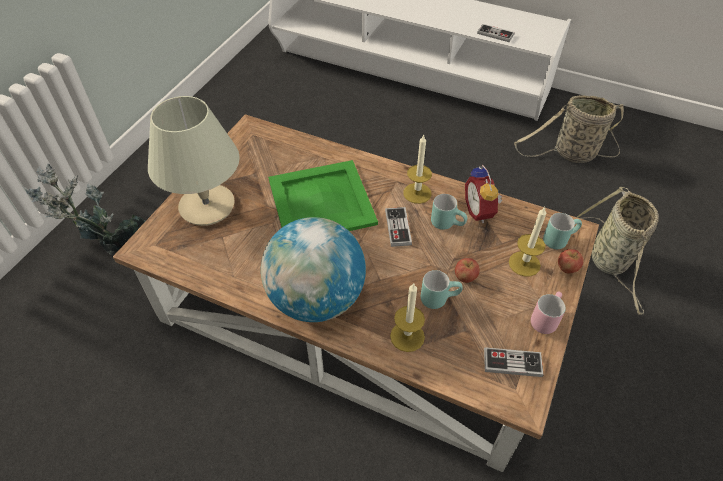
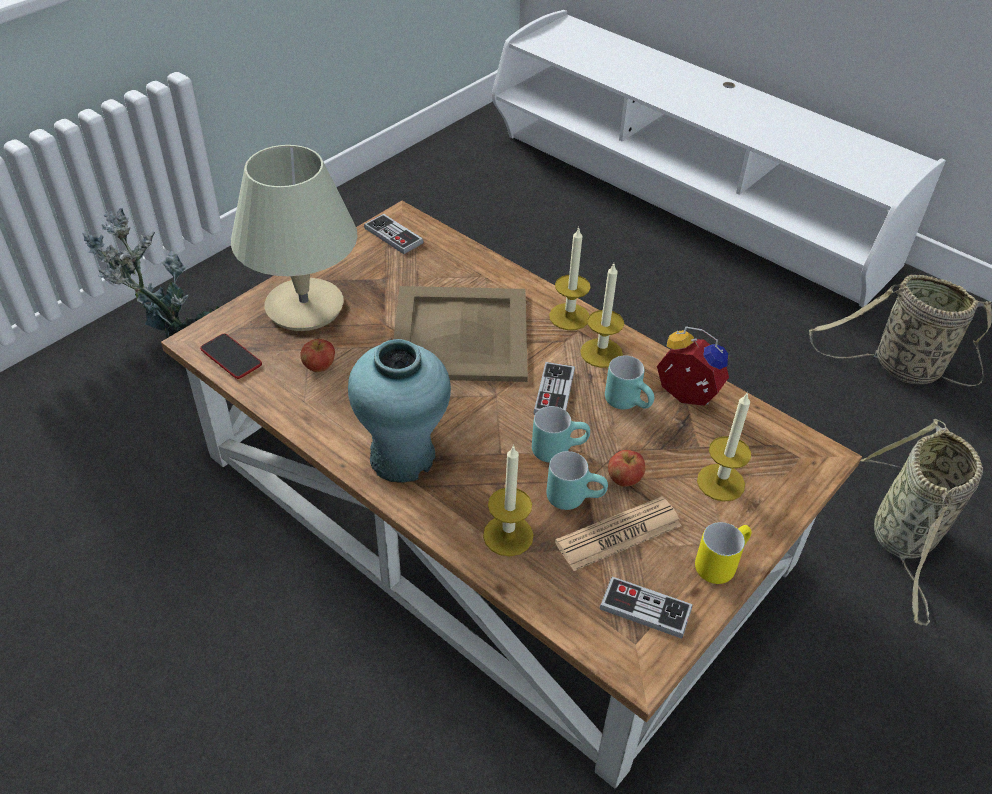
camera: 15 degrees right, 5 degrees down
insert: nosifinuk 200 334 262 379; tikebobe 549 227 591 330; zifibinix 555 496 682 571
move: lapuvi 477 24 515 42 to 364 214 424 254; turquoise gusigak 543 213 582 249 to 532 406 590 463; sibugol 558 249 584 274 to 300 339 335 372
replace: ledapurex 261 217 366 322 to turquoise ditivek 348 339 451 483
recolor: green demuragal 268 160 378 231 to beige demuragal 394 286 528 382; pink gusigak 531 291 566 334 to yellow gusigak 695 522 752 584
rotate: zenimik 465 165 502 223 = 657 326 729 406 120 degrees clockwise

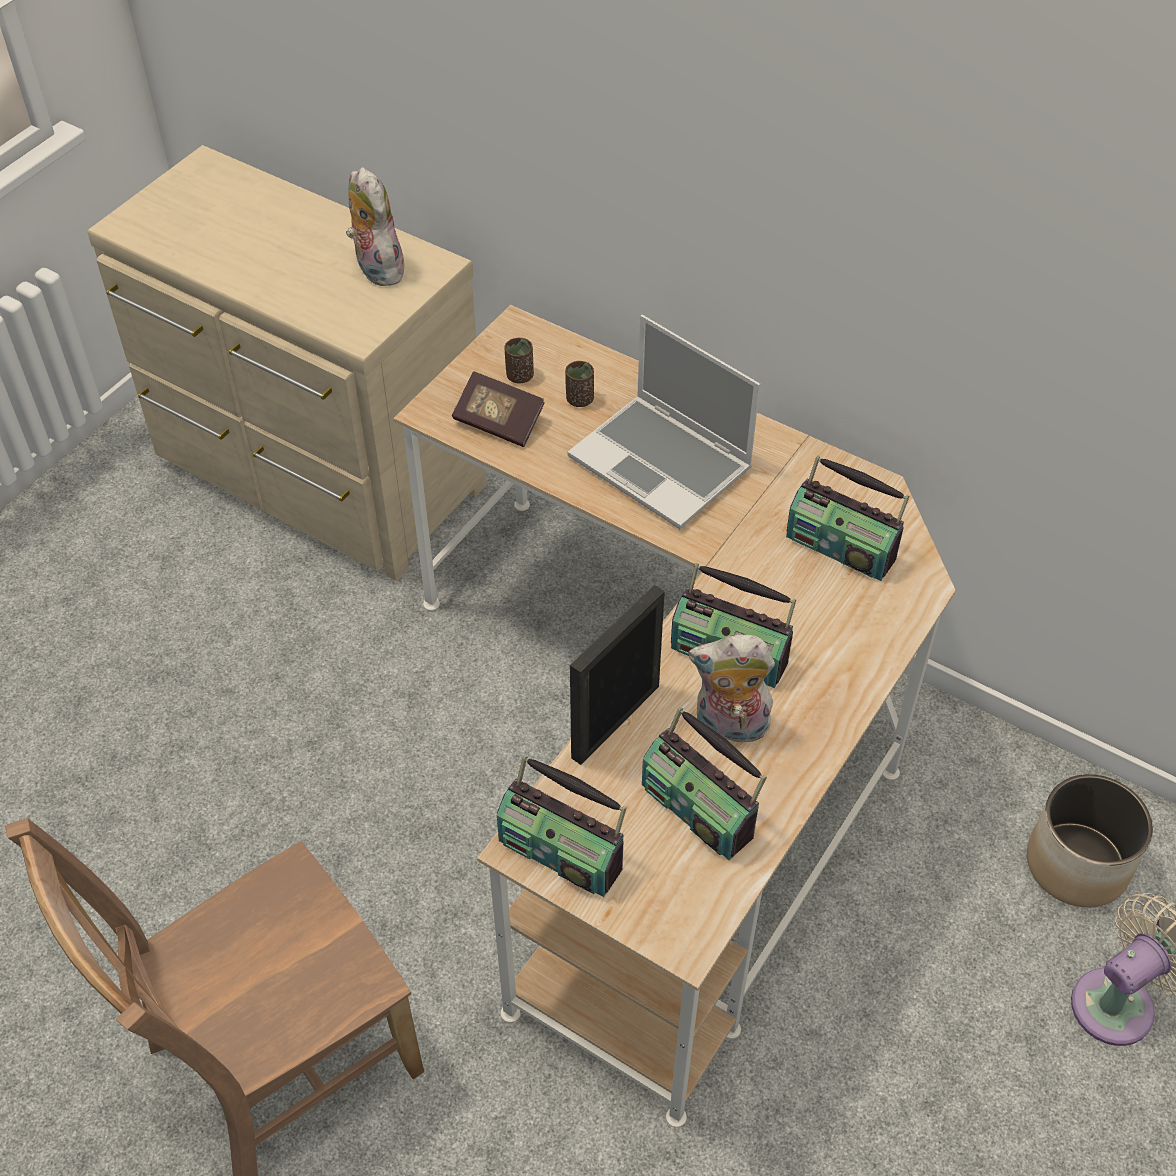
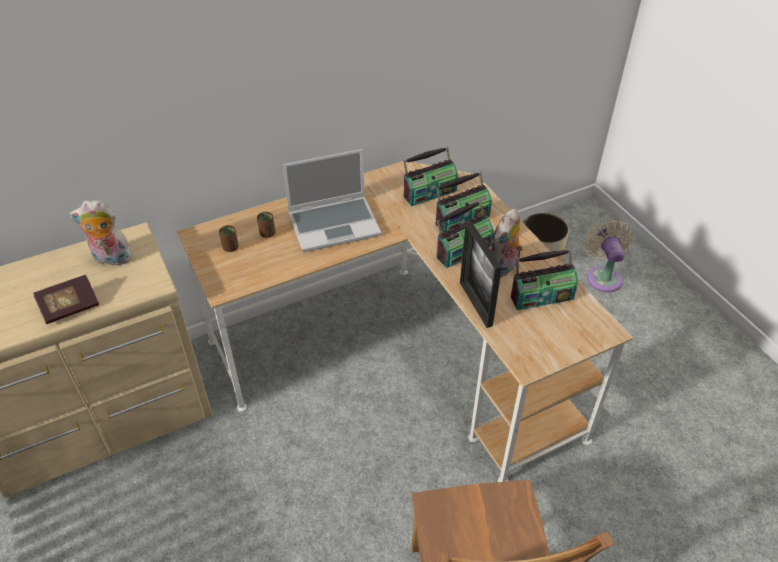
camera: 60 degrees left, 5 degrees down
move: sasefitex 452 371 545 447 to 33 275 99 324; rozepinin 497 755 627 897 to 435 172 492 233

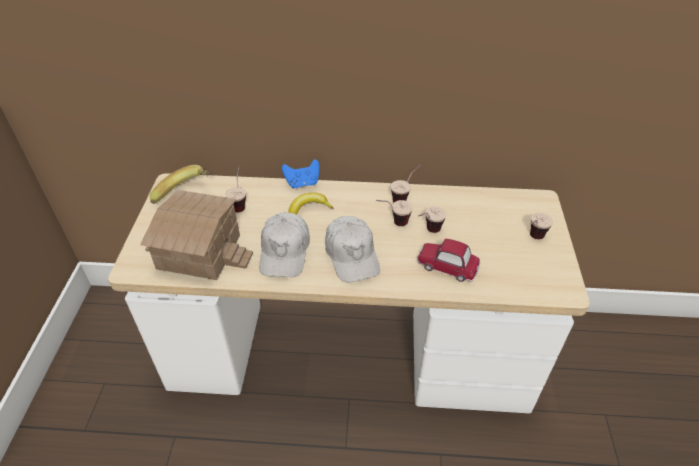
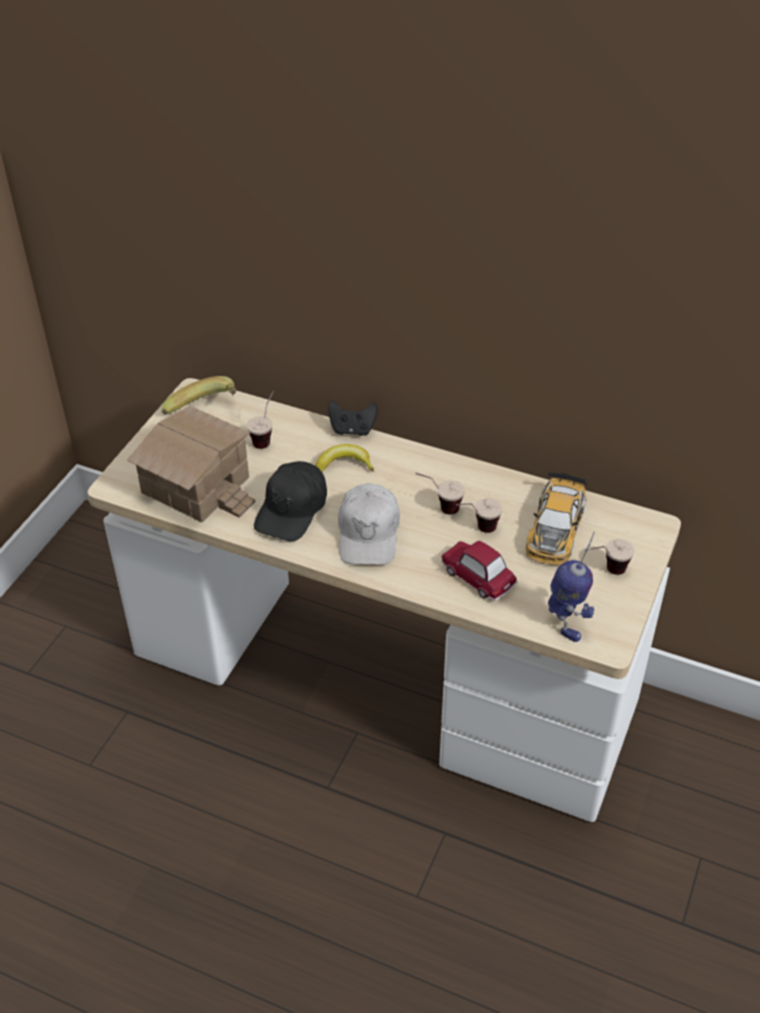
camera: 20 degrees right, 0 degrees up
delete: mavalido 391 165 421 203
insert: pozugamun 526 472 588 565; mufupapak 548 532 595 642
recolor: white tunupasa 259 212 310 277 to black tunupasa 254 461 327 541; blue lapuvi 282 159 319 189 to black lapuvi 328 400 378 436

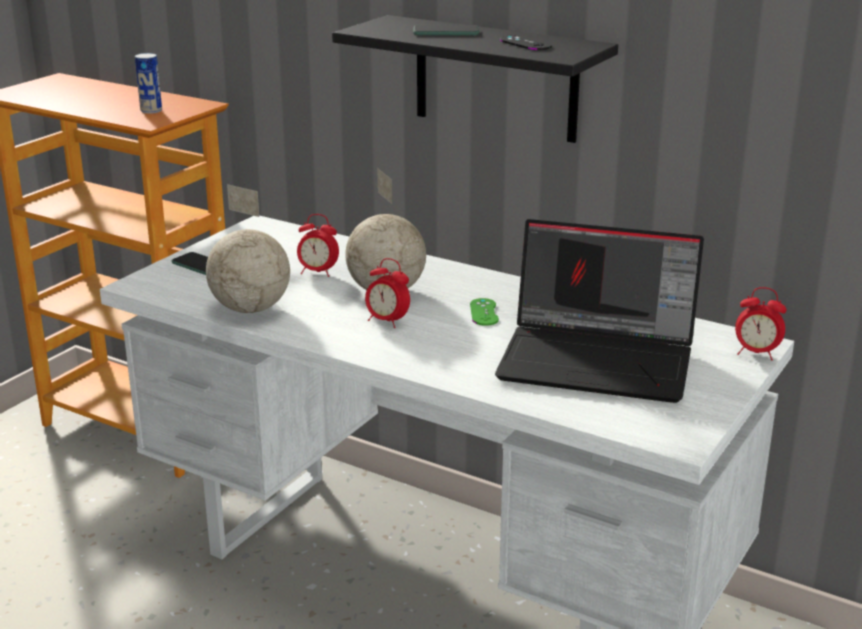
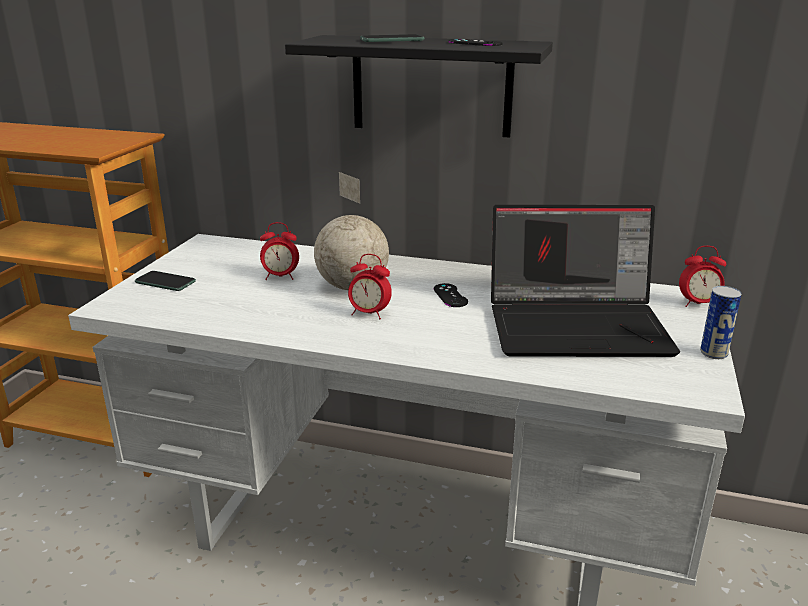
camera: 15 degrees left, 0 degrees up
delete: ledapurex 206 184 290 313
move: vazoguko 135 53 162 114 to 700 286 742 359
recolor: green lapuvi 470 298 499 326 to black lapuvi 434 283 468 307

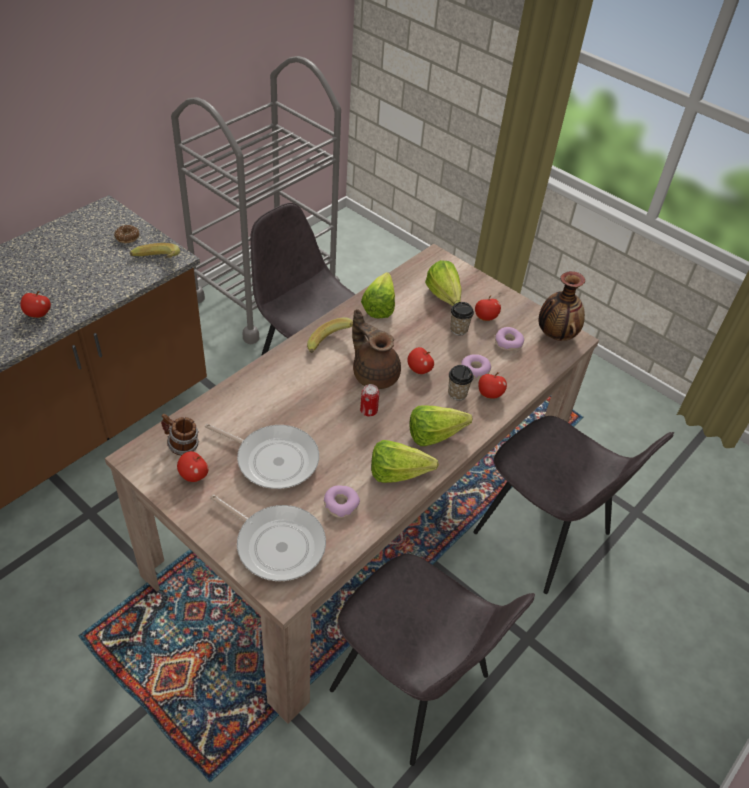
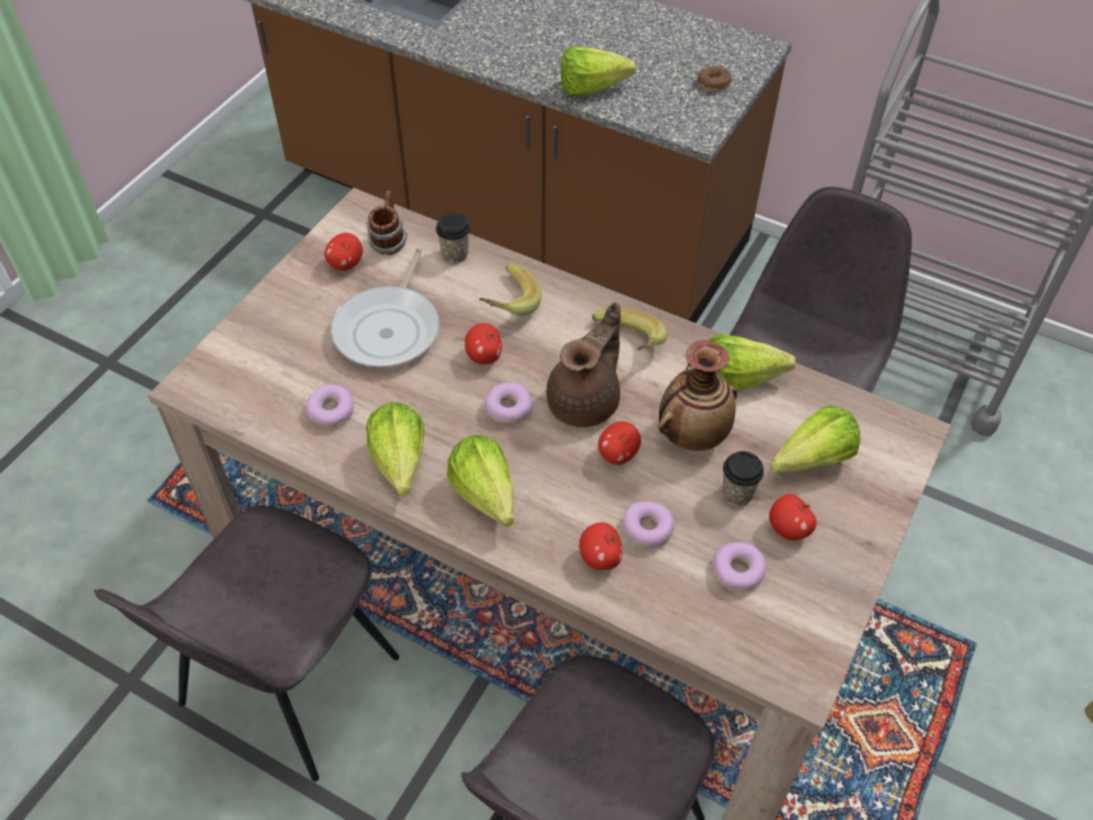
camera: 80 degrees right, 5 degrees up
delete: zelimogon 210 494 326 581
insert: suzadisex 561 46 636 97
move: sibugol 21 291 51 318 to 465 323 502 364; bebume 130 243 180 259 to 479 264 542 316; mavalido 448 365 473 400 to 436 213 470 263; ditivek 539 271 585 341 to 658 340 737 451
replace: vazoguko 360 384 379 416 to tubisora 485 382 533 424

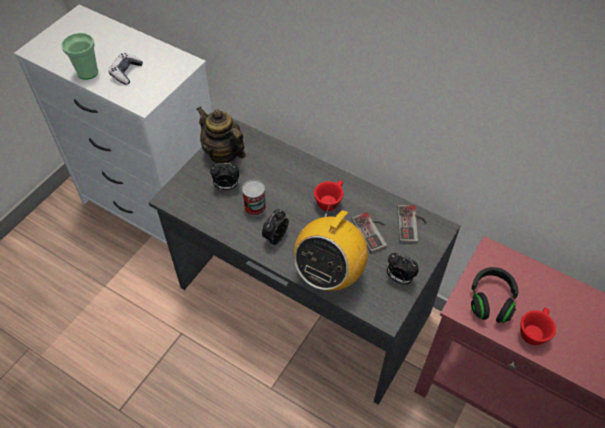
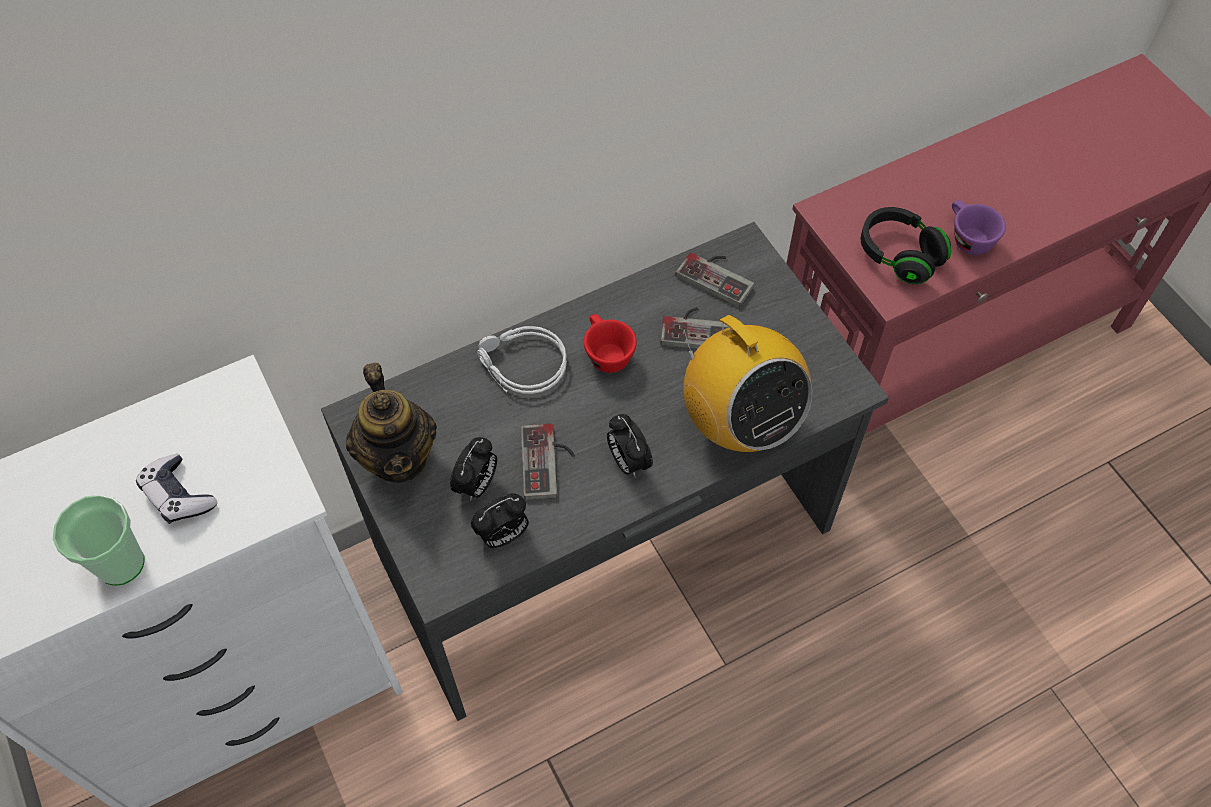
camera: 60 degrees left, 5 degrees up
insert: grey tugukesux 477 326 567 394
move: zenimik 387 253 419 284 to 471 493 529 548
replace: vazoguko 242 180 266 216 to lapuvi 521 423 575 500
recolor: red mavalido 520 307 556 345 to purple mavalido 952 200 1006 255
rotate: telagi 197 107 246 164 = 346 363 437 483 90 degrees counterclockwise

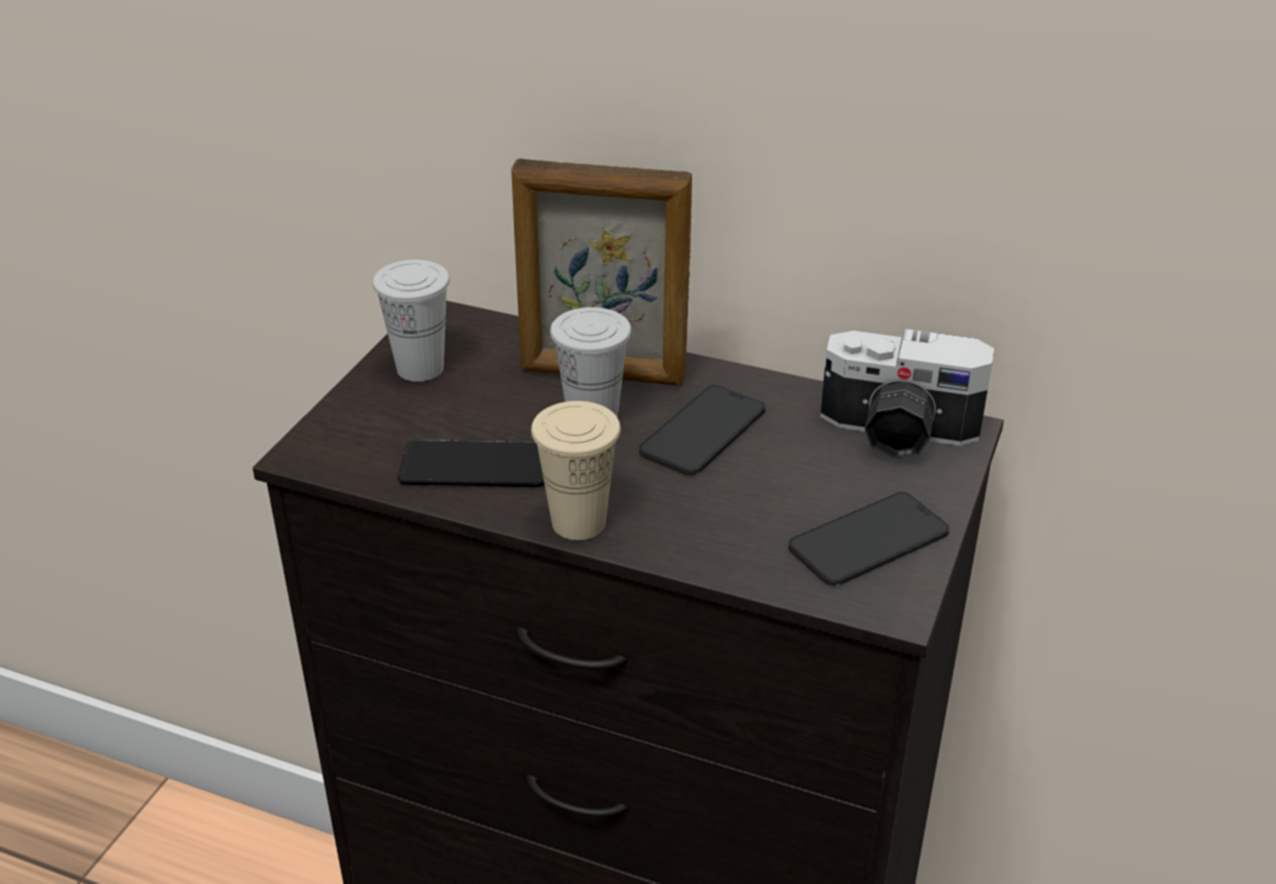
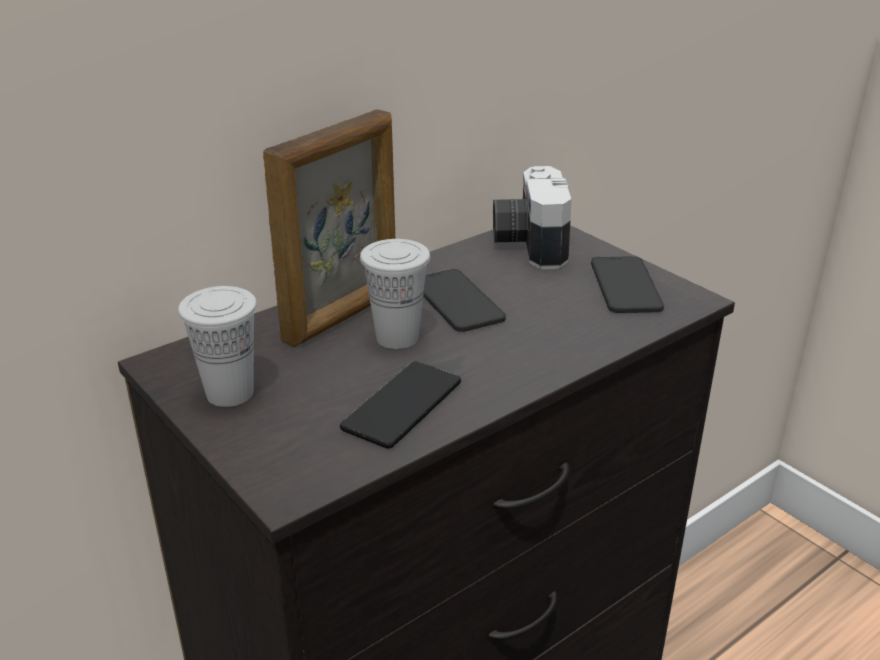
camera: 60 degrees left, 5 degrees down
delete: beige mavalido 531 401 621 540
rotate: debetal 820 329 994 460 = 493 166 572 269 135 degrees clockwise

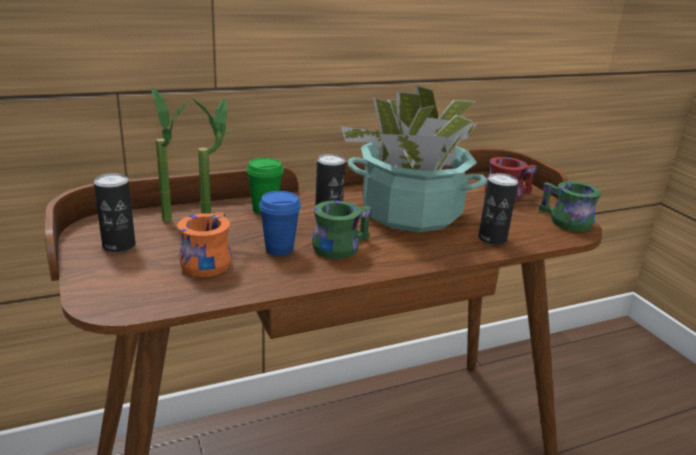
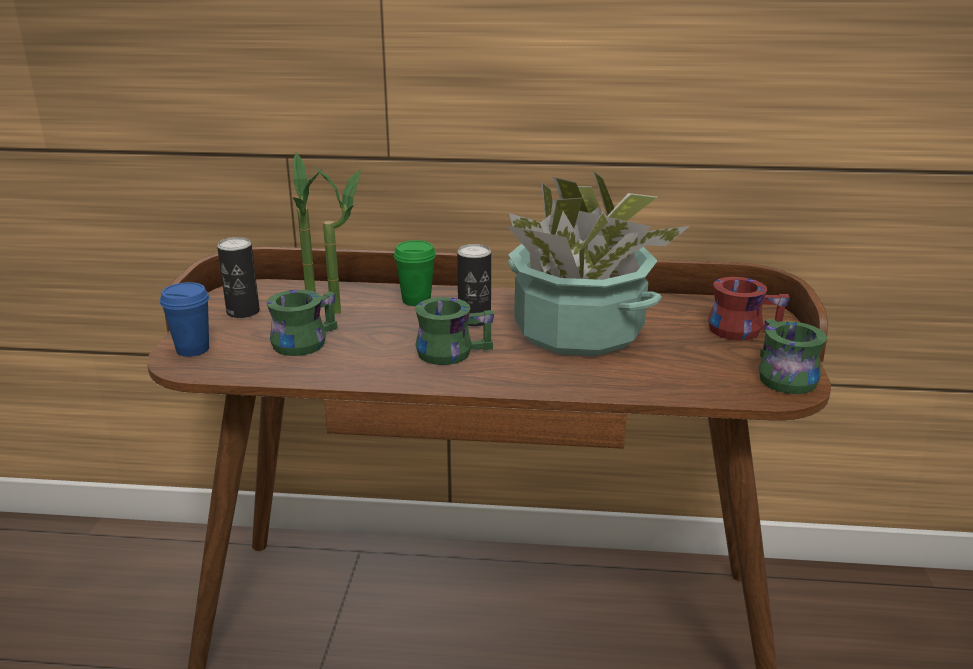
camera: 30 degrees right, 0 degrees up
delete: vazoguko 478 173 518 245
move: blue mavalido 259 191 301 256 to 160 282 209 357
recolor: orange gusigak 177 212 232 277 to green gusigak 267 290 338 356

